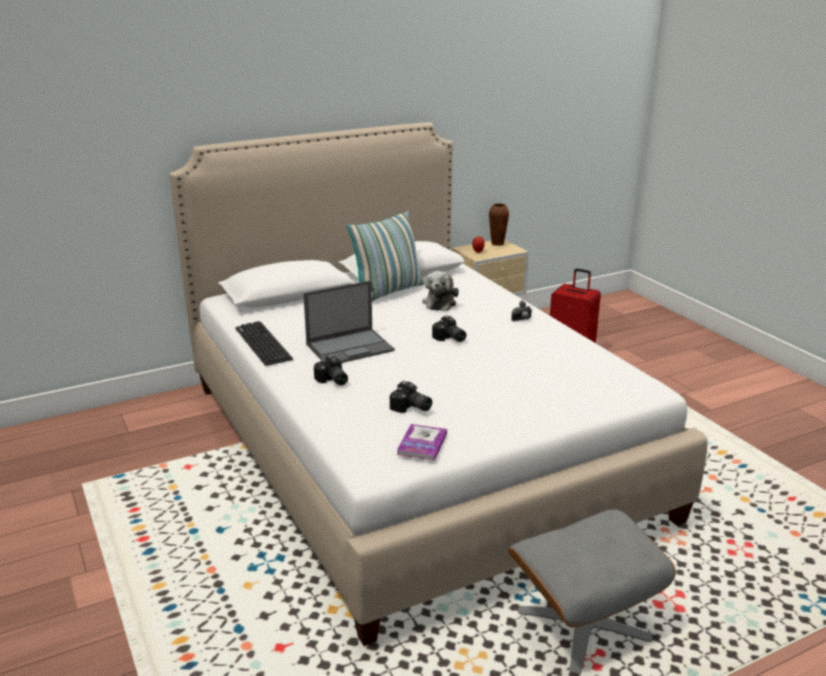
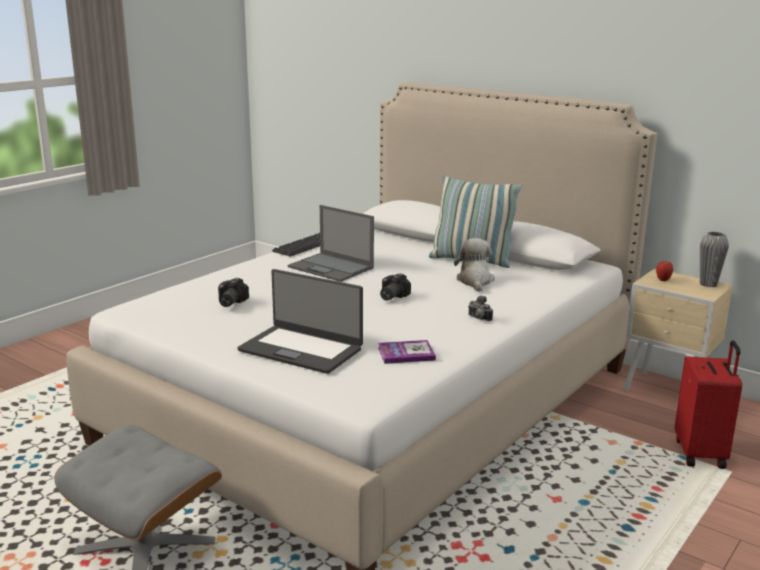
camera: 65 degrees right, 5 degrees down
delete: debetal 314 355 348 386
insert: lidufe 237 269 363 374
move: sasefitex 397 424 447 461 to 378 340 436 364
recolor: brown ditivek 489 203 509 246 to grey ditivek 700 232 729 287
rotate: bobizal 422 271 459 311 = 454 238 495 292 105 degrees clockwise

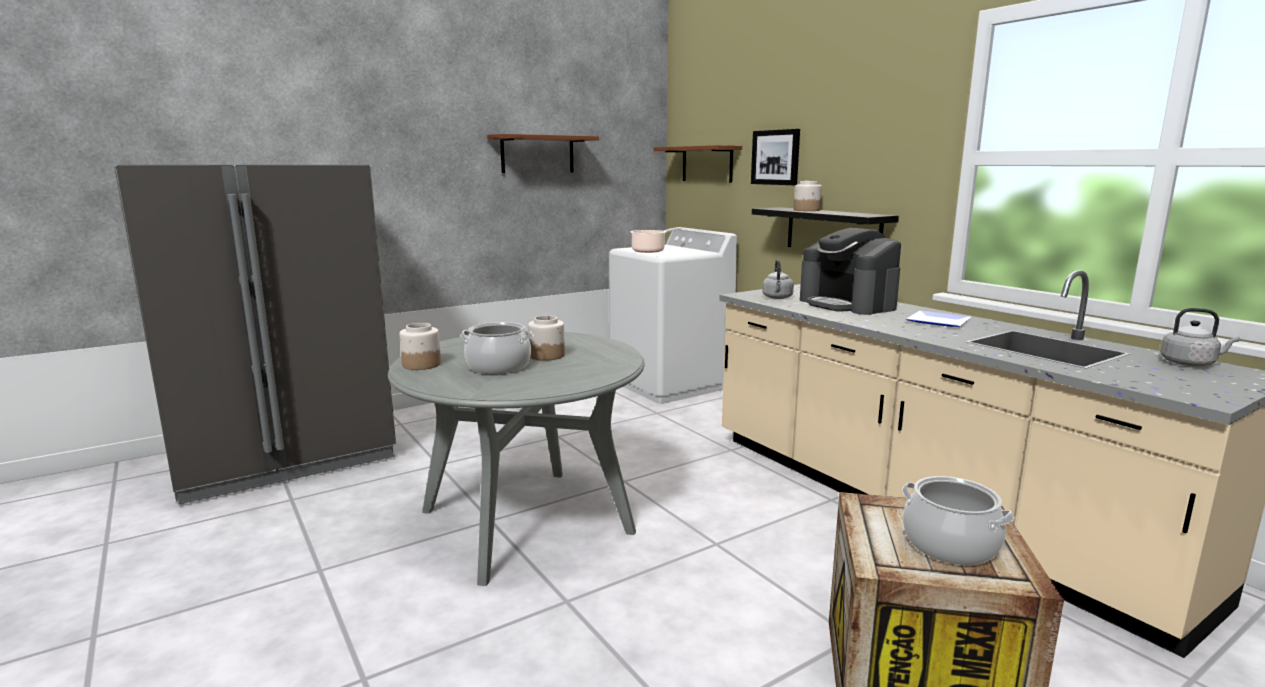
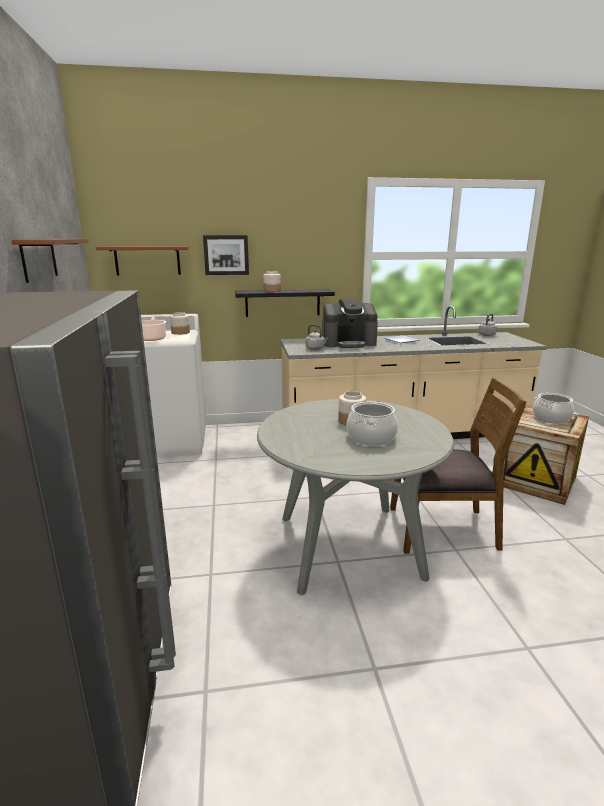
camera: 65 degrees left, 5 degrees up
insert: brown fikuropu 390 378 526 553
move: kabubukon 399 323 441 370 to 170 312 190 335

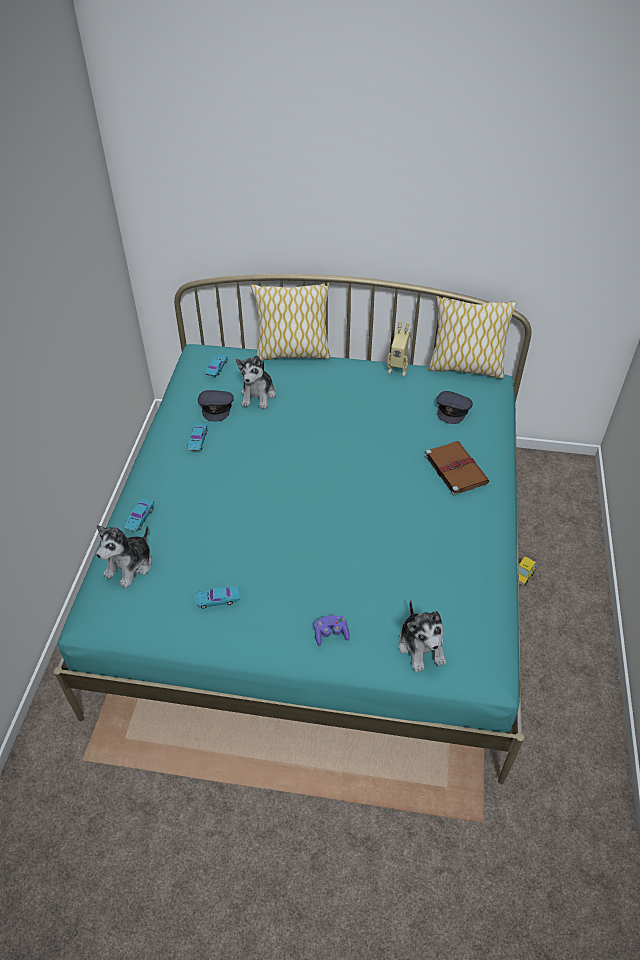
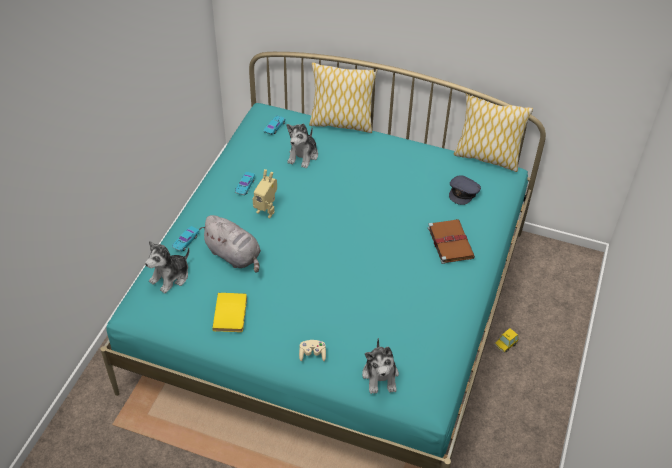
camera: 10 degrees right, 0 degrees up
delete: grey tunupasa 198 390 234 421
insert: grey bobizal 200 215 261 273
move: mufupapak 387 321 410 376 to 253 169 277 218
replace: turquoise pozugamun 195 587 240 609 to yellow sasefitex 212 293 247 332
recolor: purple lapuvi 314 615 350 646 to beige lapuvi 299 340 326 361

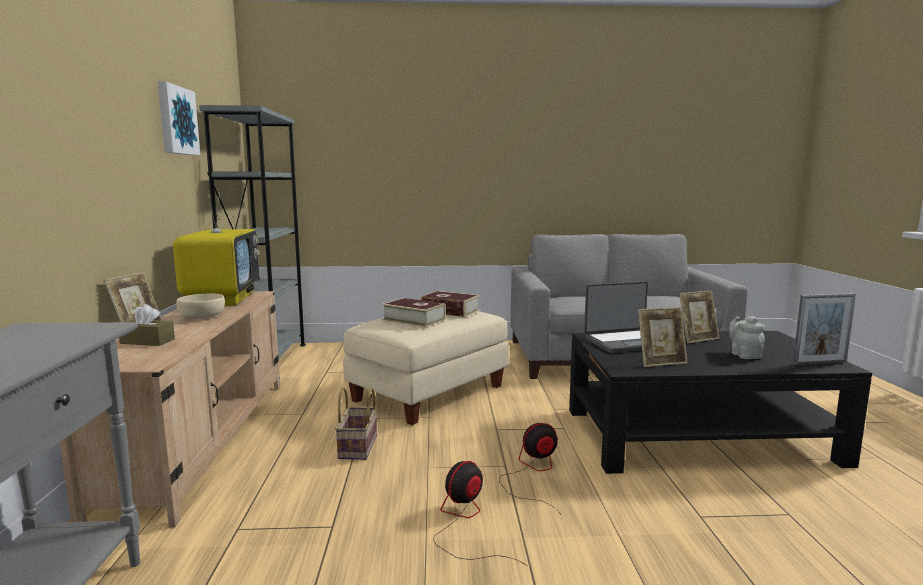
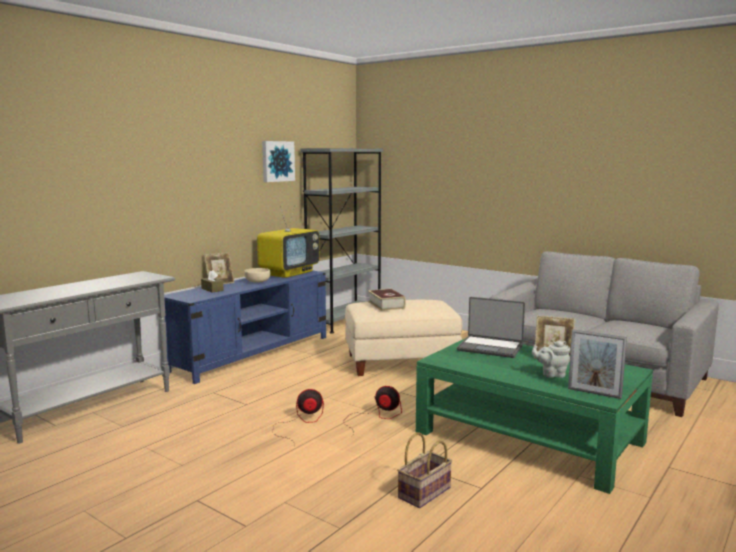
camera: 40 degrees right, 0 degrees up
delete: sasefitex 420 291 480 317; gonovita 638 307 688 367
move: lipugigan 335 387 377 460 to 397 432 452 508
recolor: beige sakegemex 60 291 280 528 to blue sakegemex 164 270 326 384; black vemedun 569 331 872 474 to green vemedun 416 338 653 494
rotate: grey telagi 729 315 765 359 = 532 341 570 378 120 degrees counterclockwise

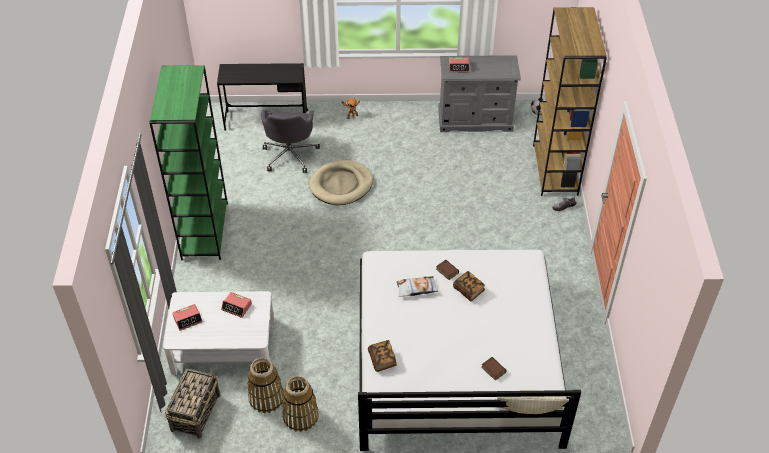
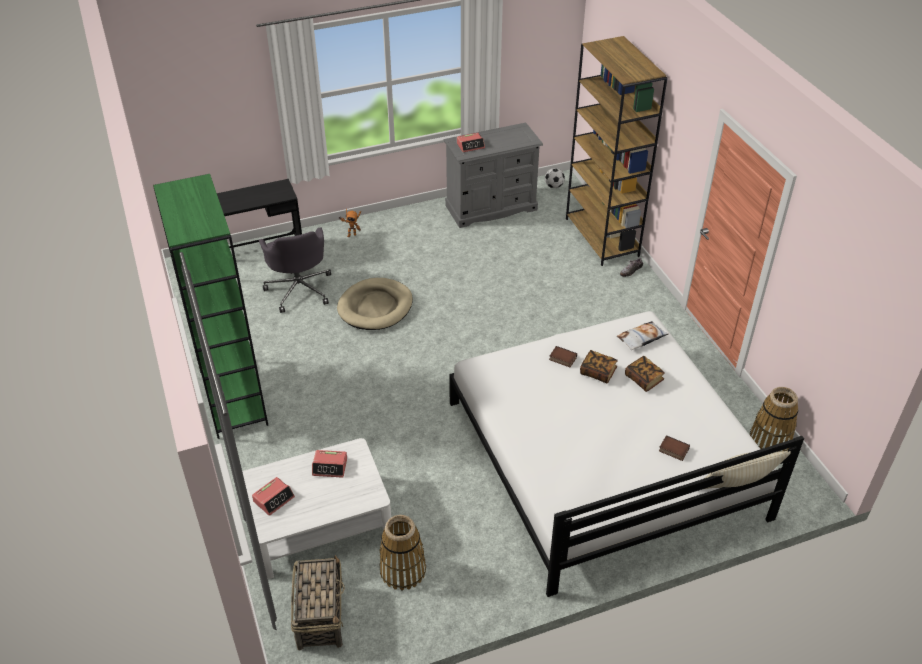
camera: 20 degrees left, 5 degrees down
move: lipugigan 282 376 319 432 to 750 387 798 452; sasefitex 368 340 397 372 to 625 356 665 392; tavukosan 396 276 438 297 to 617 321 668 350

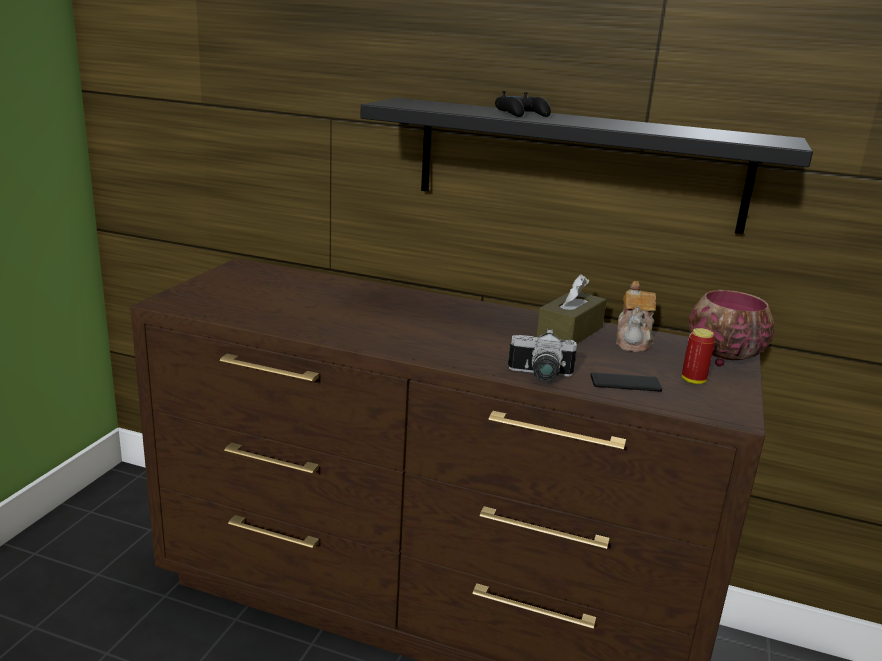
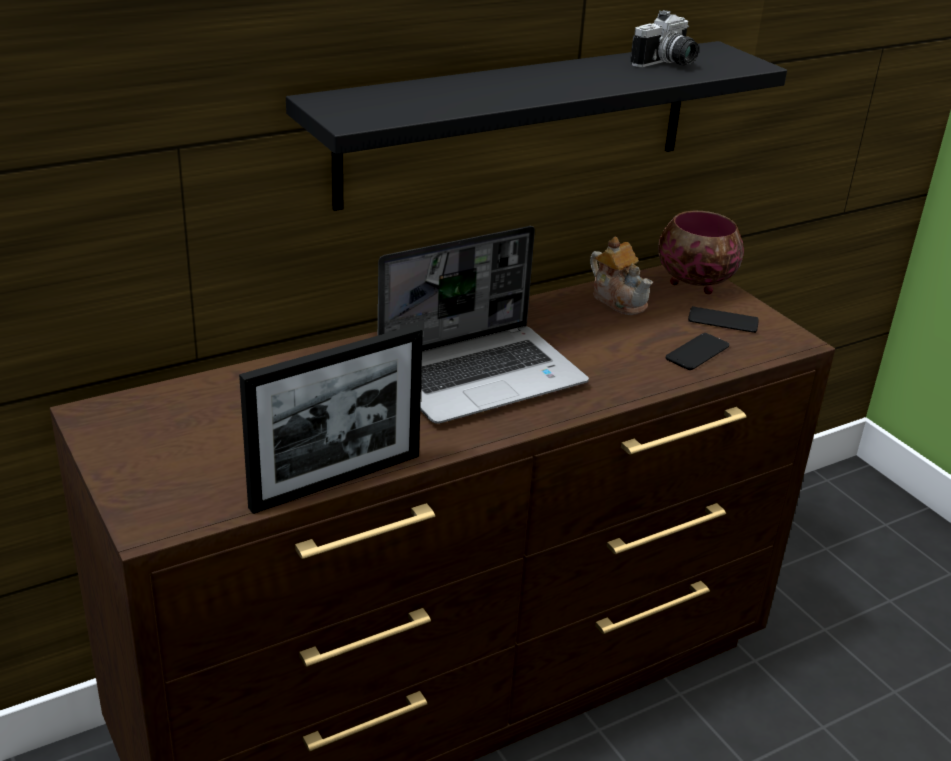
camera: 50 degrees left, 10 degrees up
delete: black lapuvi 495 91 551 117; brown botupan 536 274 607 344
insert: gonovita 239 325 423 514; lidufe 378 226 589 424
move: debetal 508 328 577 382 to 630 10 699 68
replace: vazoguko 682 328 715 384 to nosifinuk 688 306 759 333

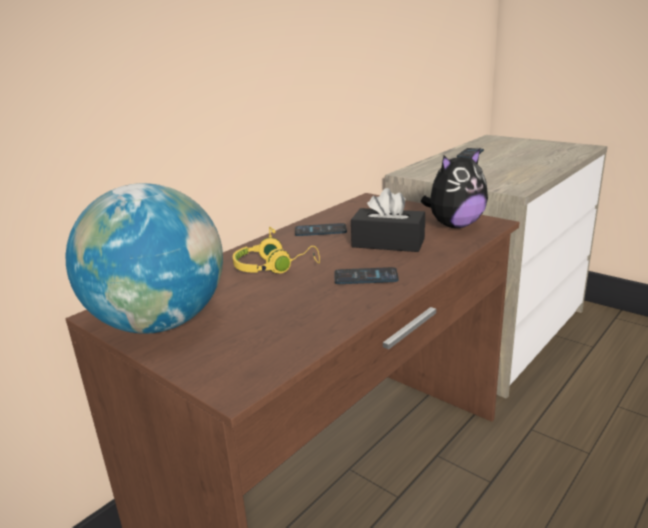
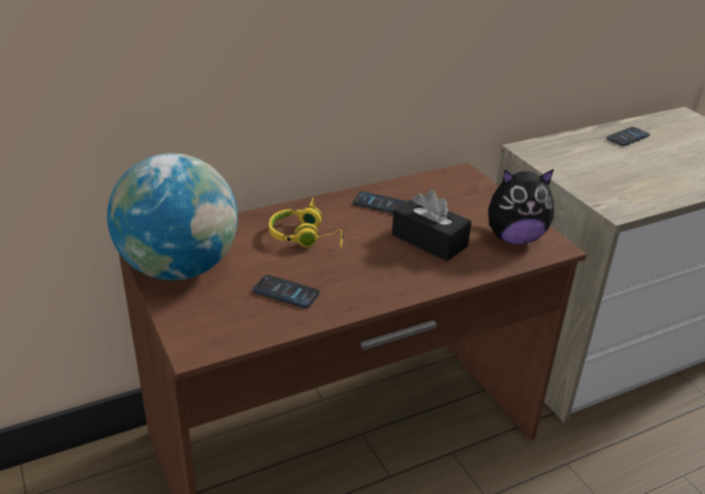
camera: 20 degrees right, 10 degrees up
move: nosifinuk 335 267 399 284 to 253 275 320 308

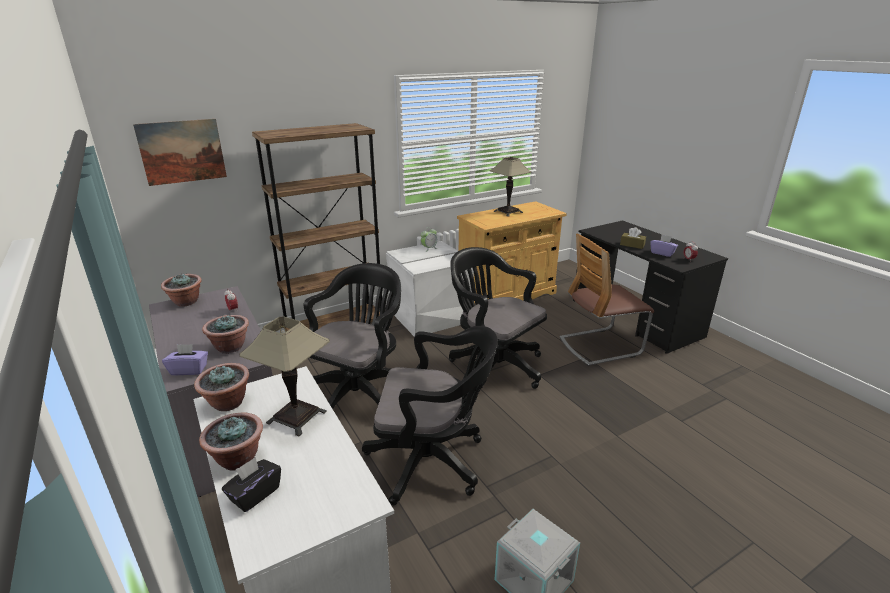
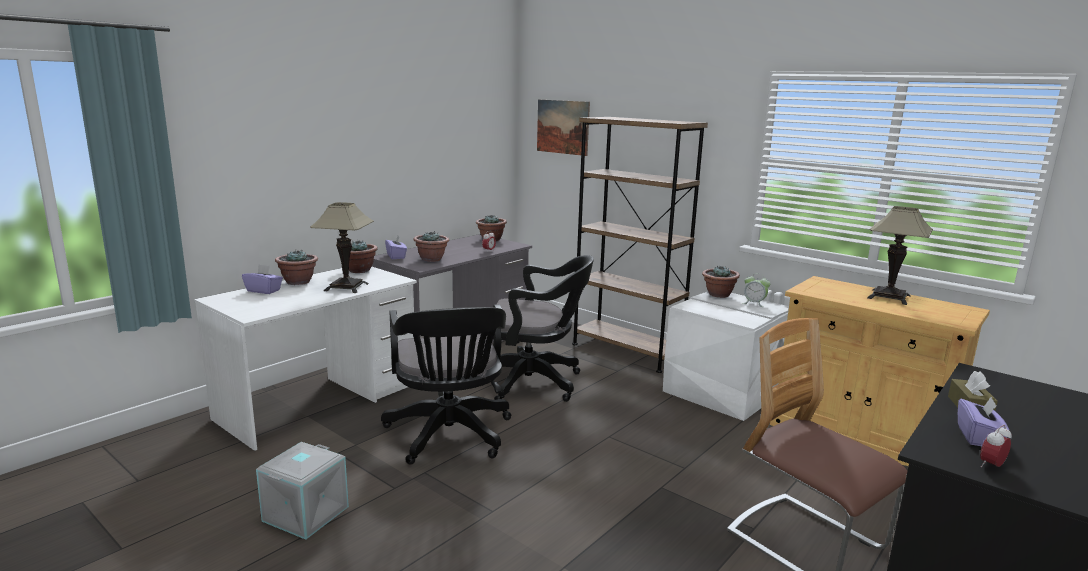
camera: 70 degrees right, 10 degrees down
delete: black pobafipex 449 247 547 392
insert: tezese 702 266 740 298
recolor: black botupan 222 457 281 512 to purple botupan 242 265 283 294

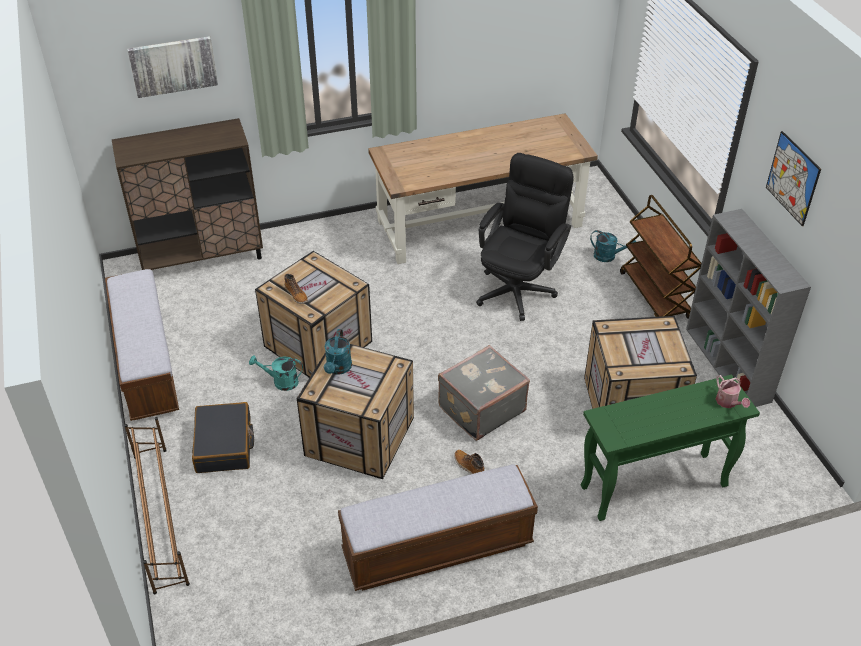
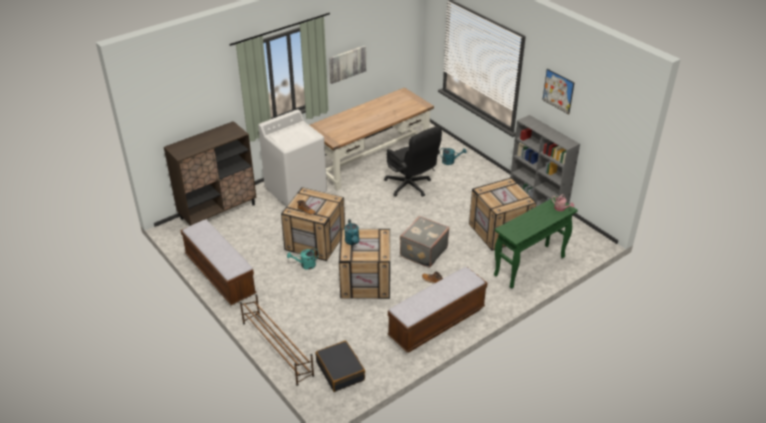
camera: 20 degrees left, 5 degrees down
delete: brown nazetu 620 195 702 319
insert: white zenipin 258 109 327 207
move: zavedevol 127 36 218 98 to 329 45 366 84; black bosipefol 192 402 254 473 to 315 340 365 392
rotate: black pobafipex 476 153 574 321 = 384 126 442 197 135 degrees clockwise

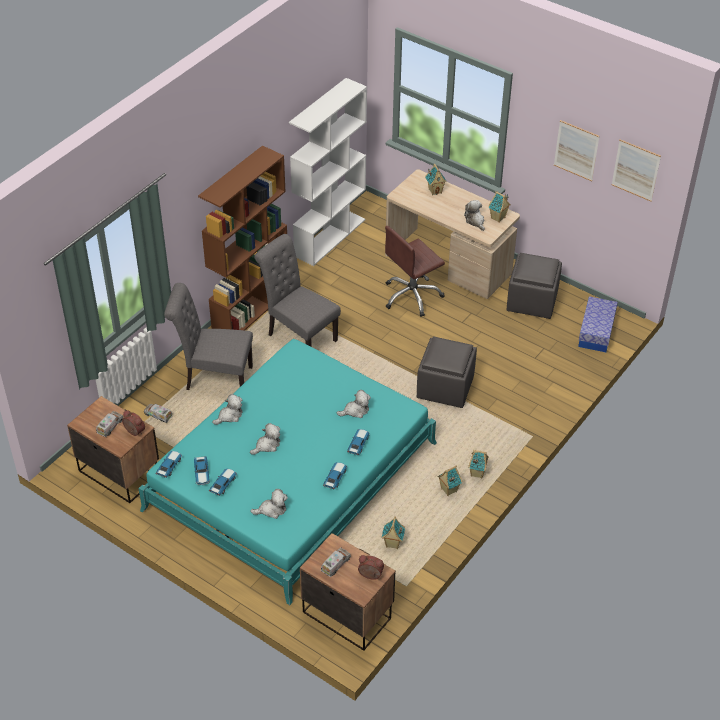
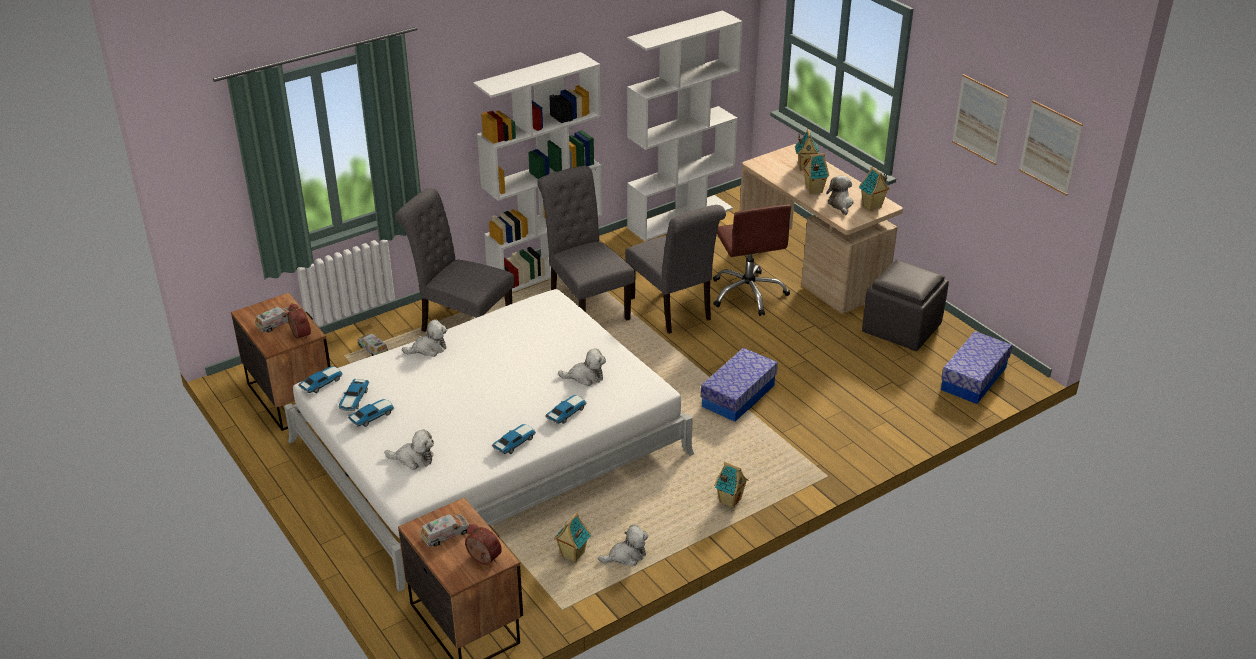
camera: 20 degrees right, 10 degrees down
insert: grey fikuropu 625 205 726 334
move: bobizal 250 423 280 455 to 598 525 648 566; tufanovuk 437 465 463 496 to 803 153 829 194
replace: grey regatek 417 336 477 408 to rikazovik 701 348 778 422
recolor: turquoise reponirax 139 339 437 605 to white reponirax 284 289 694 592; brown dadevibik 198 145 287 330 to white dadevibik 473 52 602 292
rotate: brown pobafipex 385 226 445 317 = 713 205 791 316 90 degrees counterclockwise

